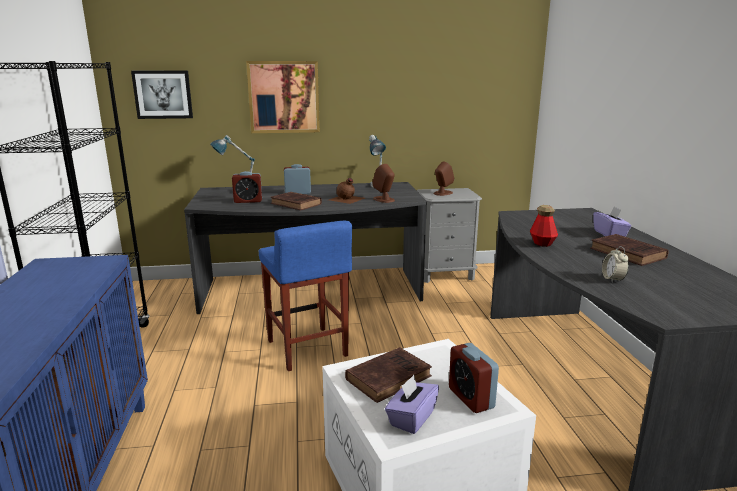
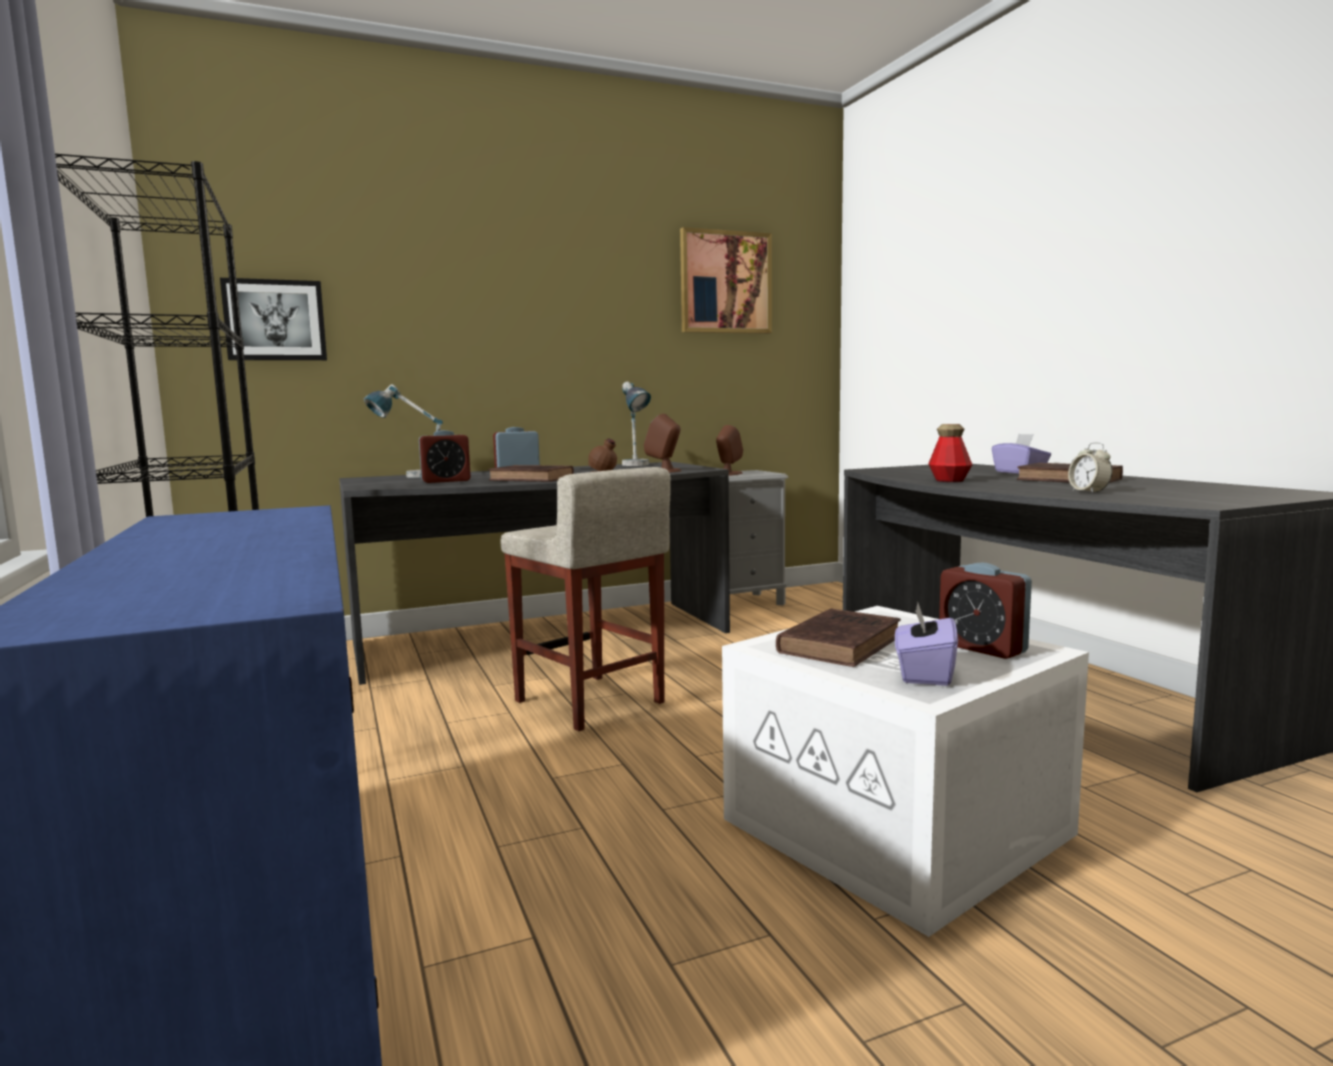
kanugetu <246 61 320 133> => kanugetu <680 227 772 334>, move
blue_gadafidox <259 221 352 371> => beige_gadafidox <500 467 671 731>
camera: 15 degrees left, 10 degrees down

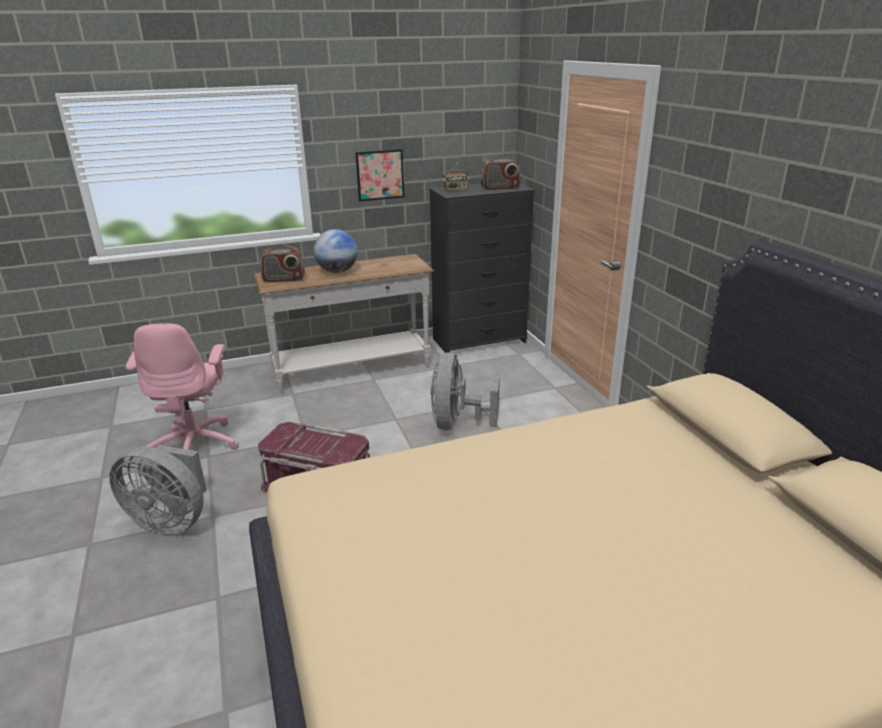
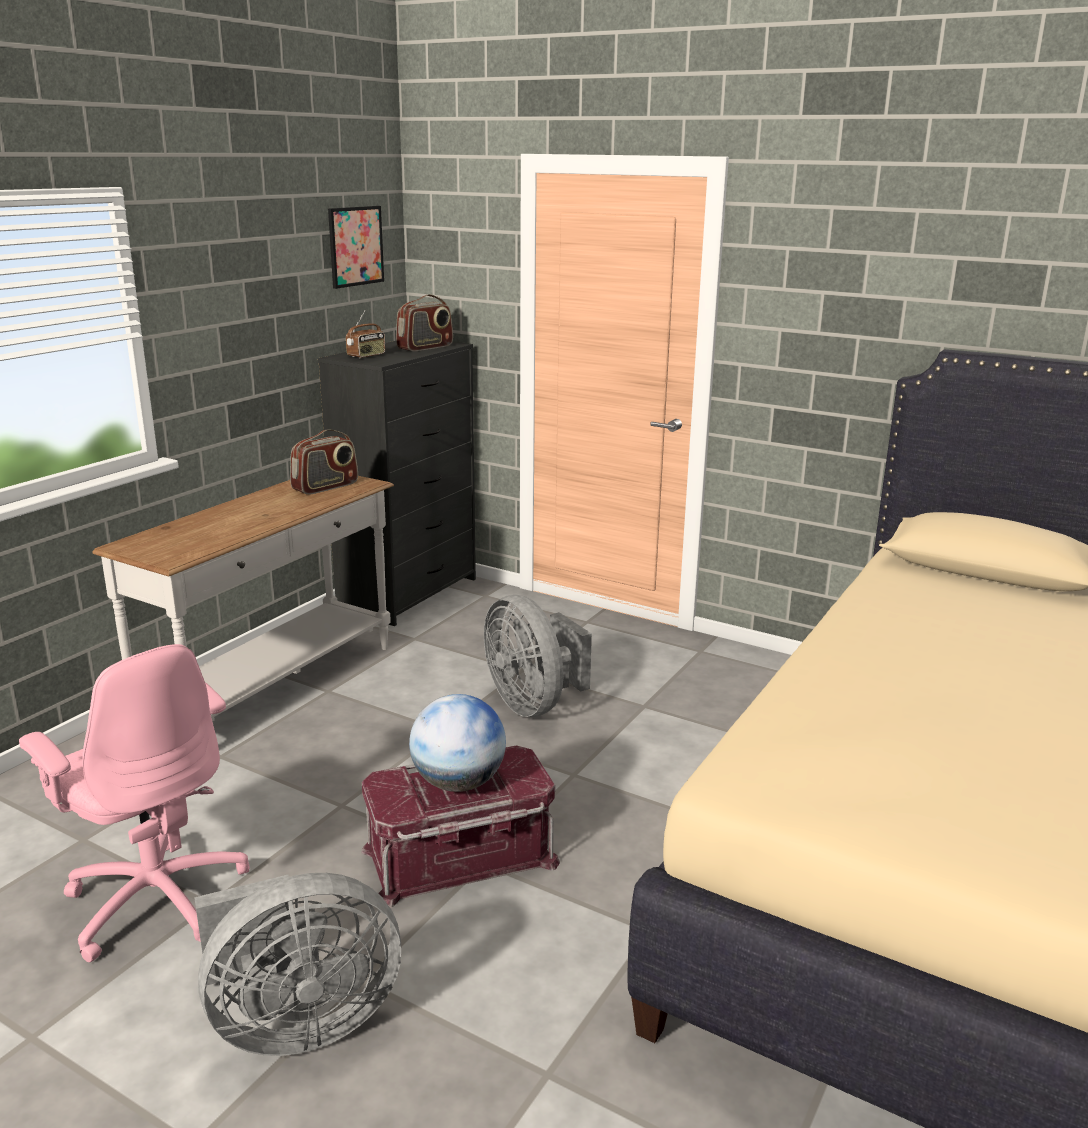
kanugetu <355 149 404 202> => kanugetu <328 206 384 289>, move
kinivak <314 229 357 273> => kinivak <409 694 506 792>, move
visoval <260 245 305 283> => visoval <290 429 358 495>, move
camera: 40 degrees left, 5 degrees down

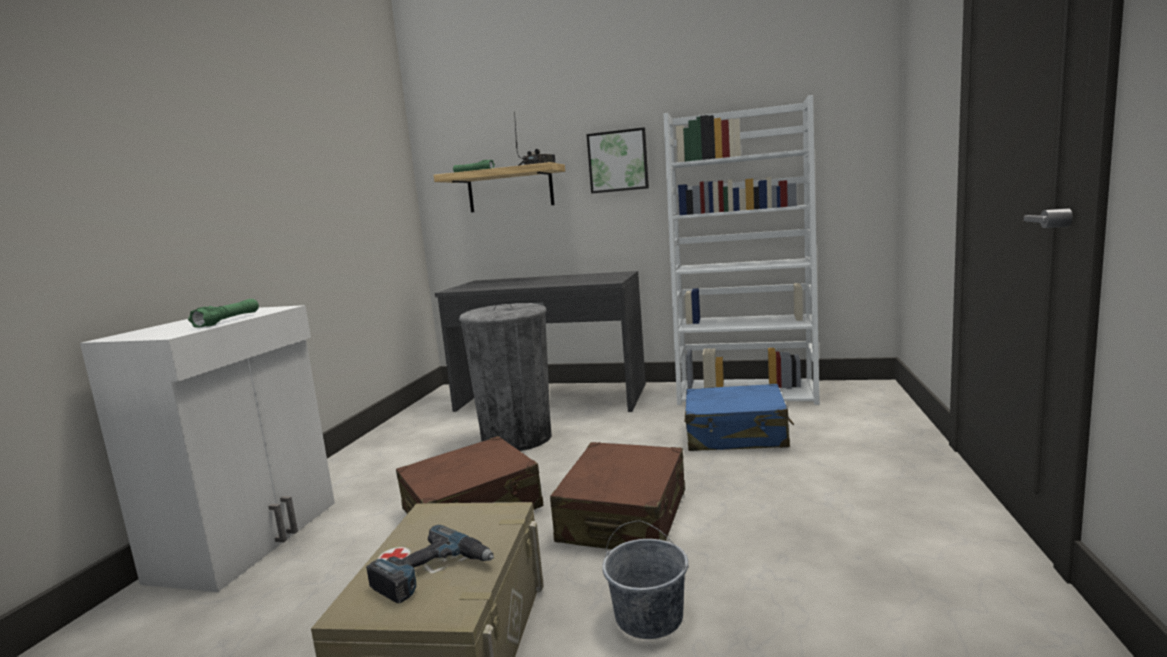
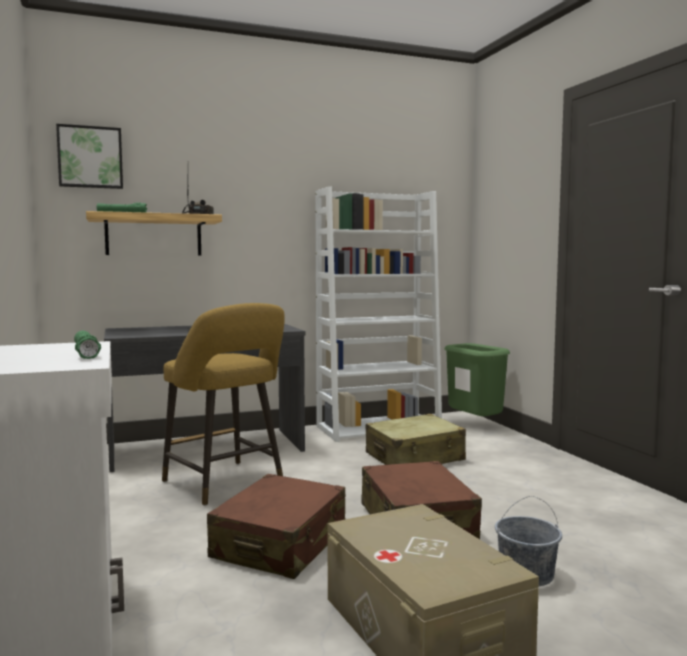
kanugetu <586 127 649 193> => kanugetu <56 124 123 189>, move
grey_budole <459 303 552 451> => yellow_gadafidox <162 303 285 506>
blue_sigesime <685 384 794 451> => beige_sigesime <366 414 466 465>
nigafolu <366 525 494 604> => nothing
nothing => green_budole <444 343 510 416>
camera: 35 degrees left, 5 degrees down

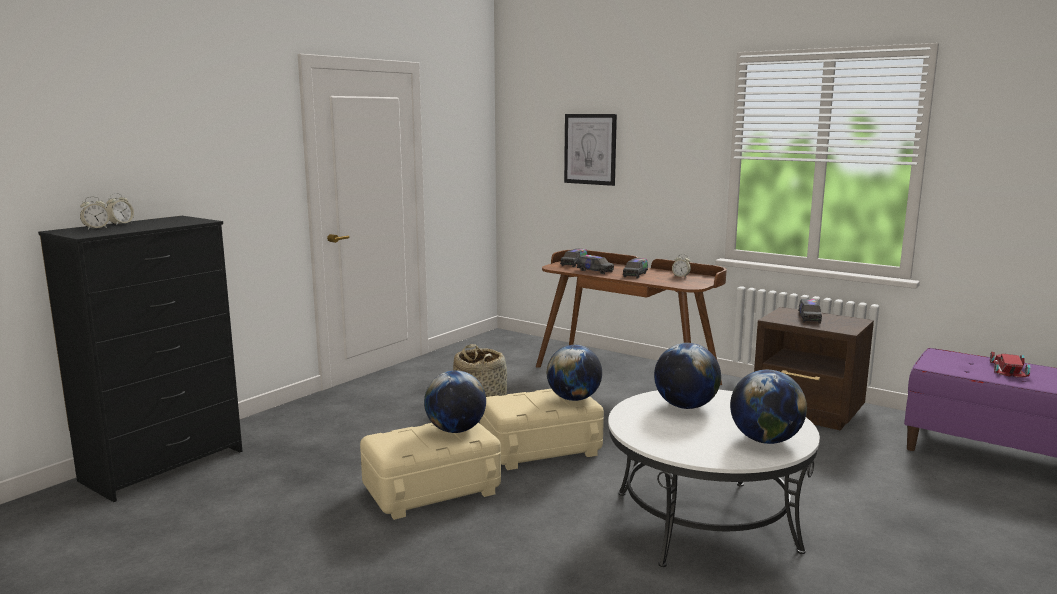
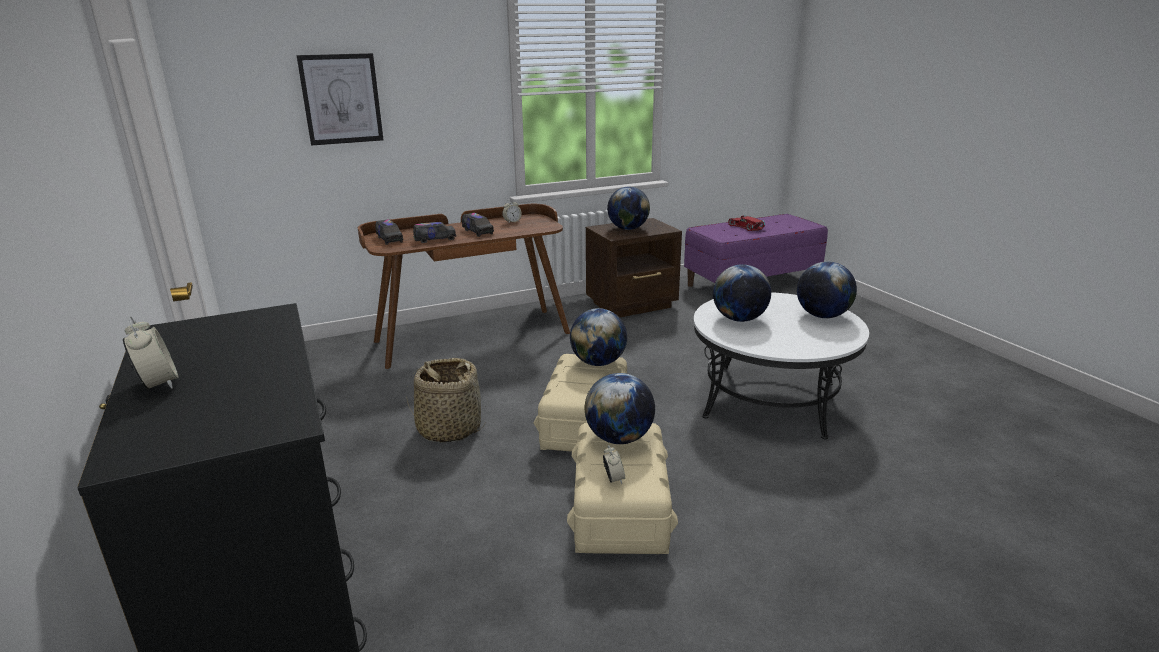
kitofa <80 196 110 230> => kitofa <603 445 625 484>, move
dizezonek <798 299 822 324> => kinivak <607 187 650 230>
camera: 60 degrees left, 10 degrees up

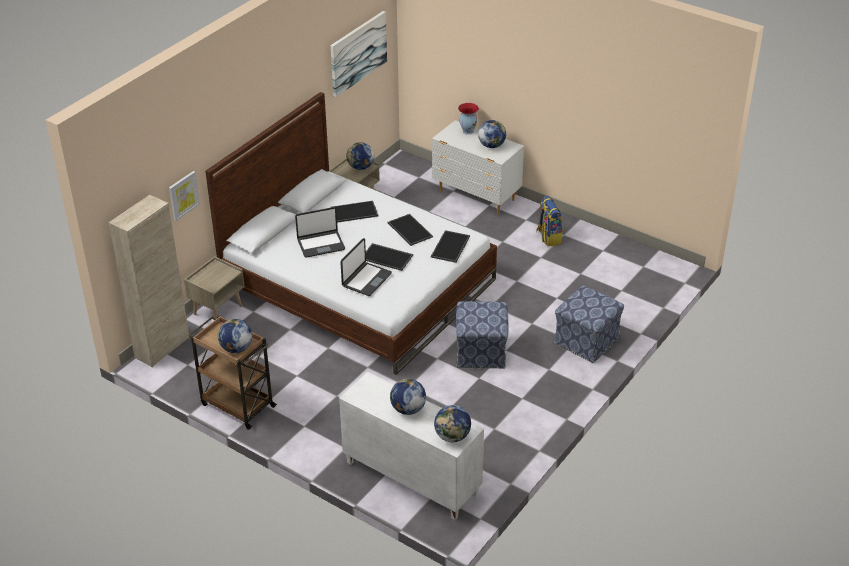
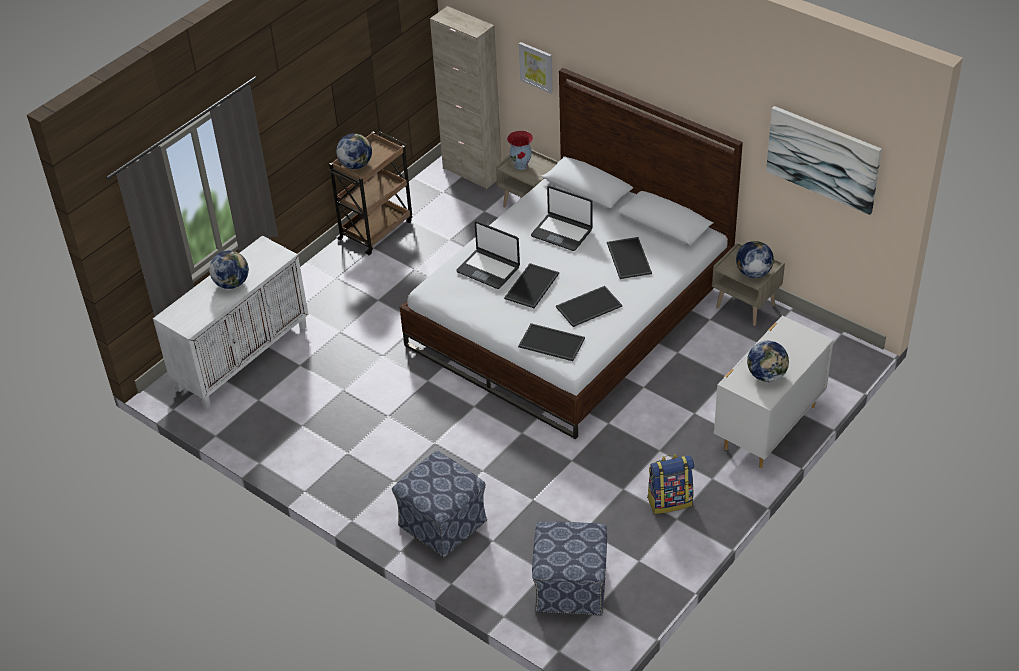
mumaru <458 103 479 135> => mumaru <507 131 533 170>, move
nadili <295 207 345 258> => nadili <531 186 593 251>, 45 degrees counterclockwise
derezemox <456 301 508 368> => derezemox <532 521 607 615>, move
kinivak <434 405 471 442> => nothing
camera: 95 degrees right, 5 degrees up

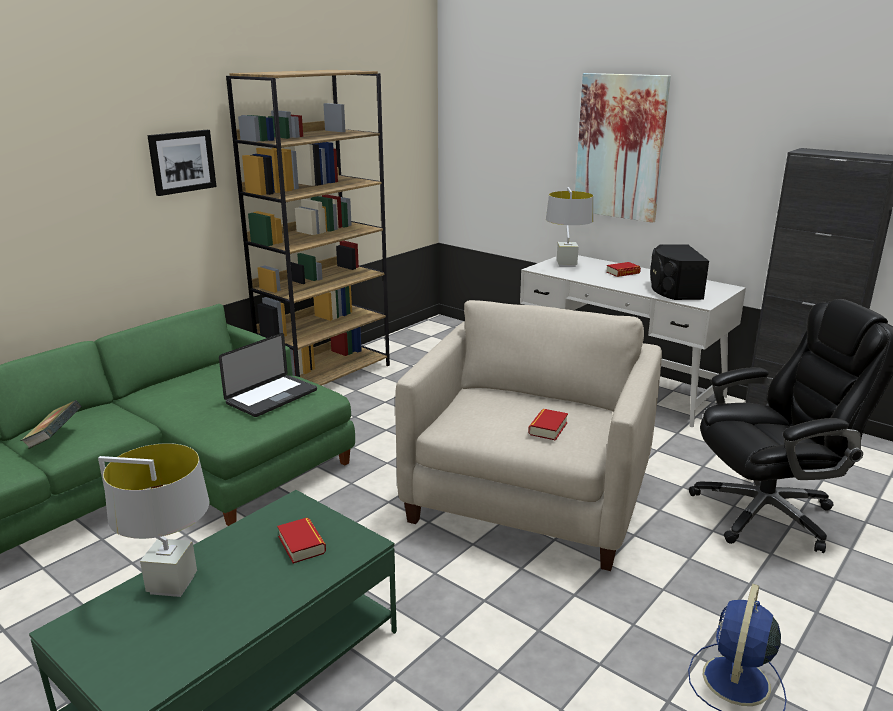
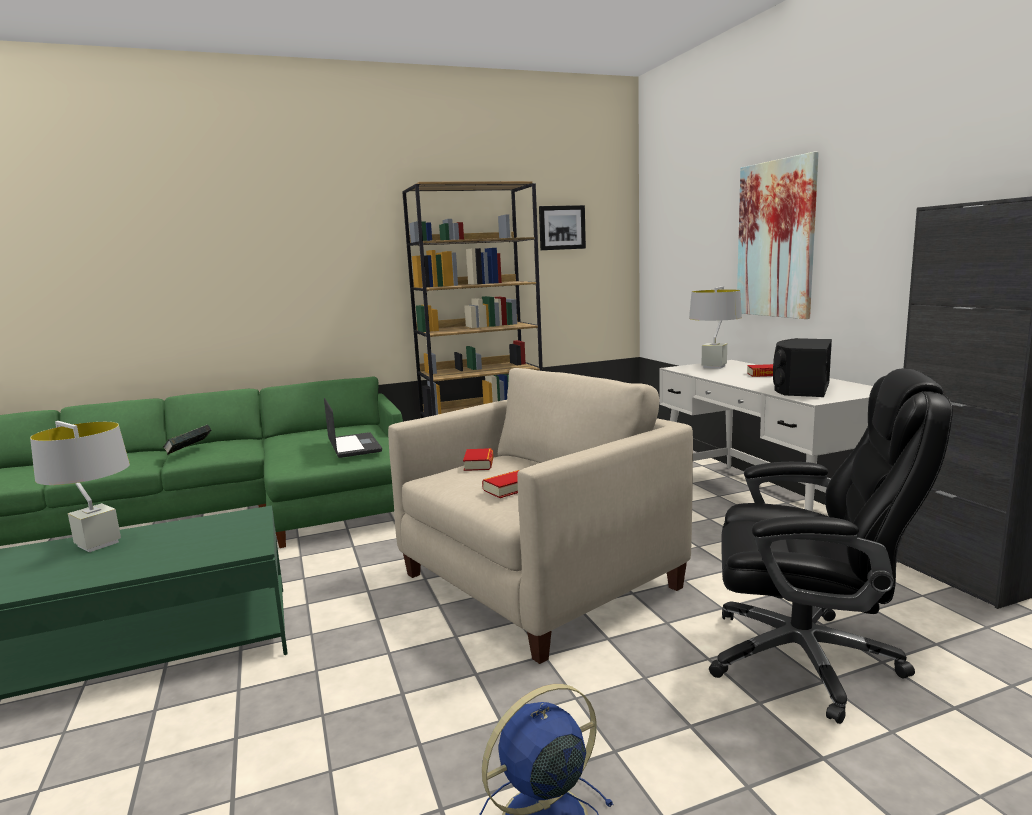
kanugetu <147 130 217 196> => kanugetu <539 205 586 250>, move
nadili <219 333 317 417> => nadili <324 398 382 458>, 90 degrees counterclockwise
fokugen <277 518 326 564> => fokugen <463 448 494 471>, move
camera: 30 degrees right, 10 degrees down

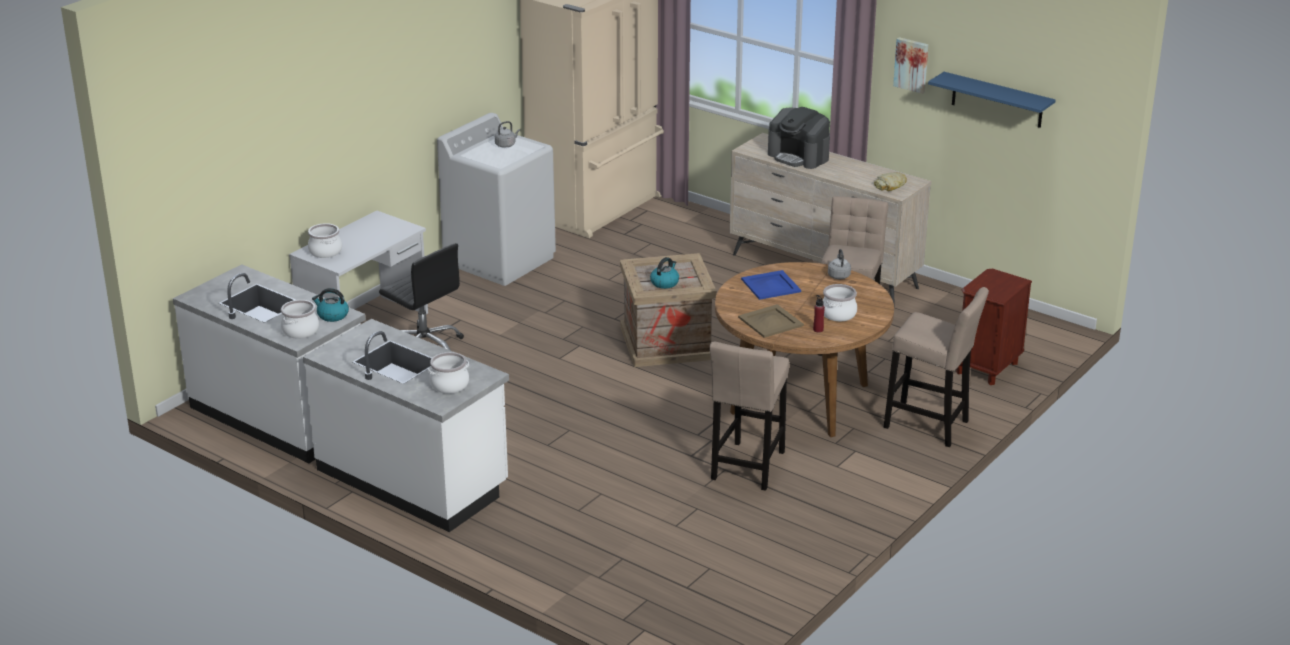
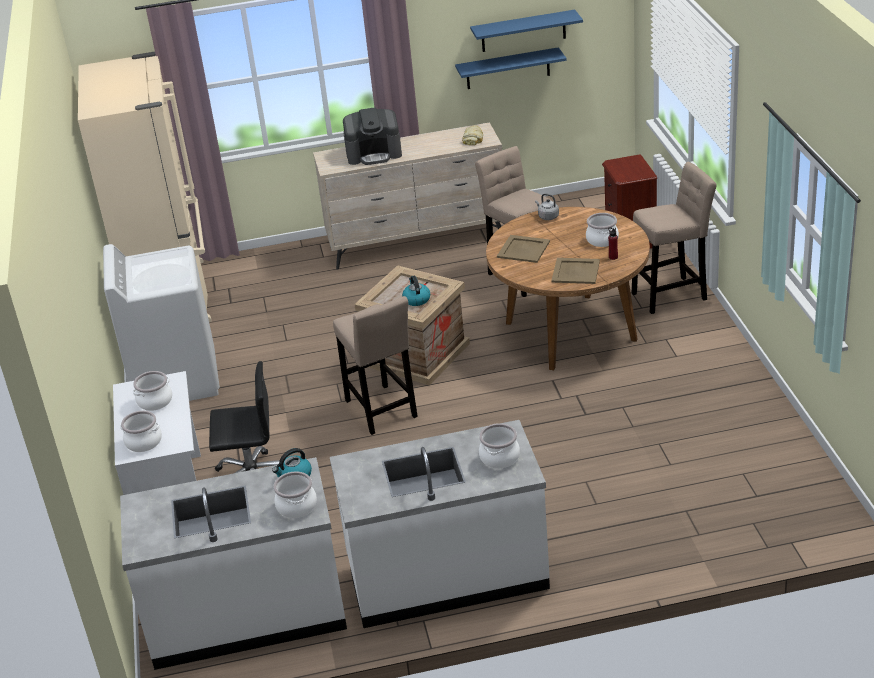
kanugetu <893 37 929 94> => nothing
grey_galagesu <495 121 520 147> => nothing
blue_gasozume <741 270 801 300> => beige_gasozume <497 235 550 263>
beige_gadafidox <710 341 789 491> => beige_gadafidox <333 296 418 435>, move
nothing => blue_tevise <455 47 567 89>
nothing => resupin <133 371 172 411>
camera: 45 degrees left, 5 degrees up

